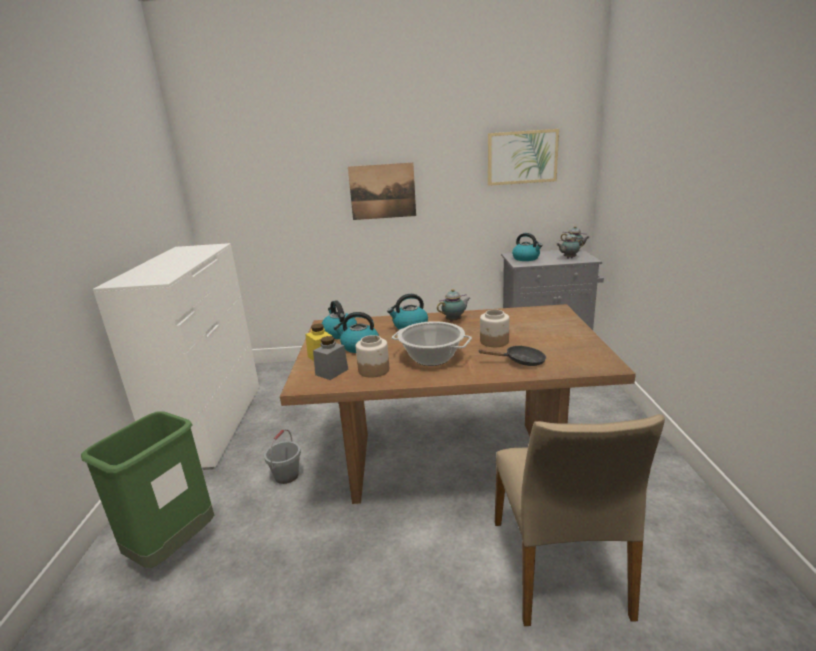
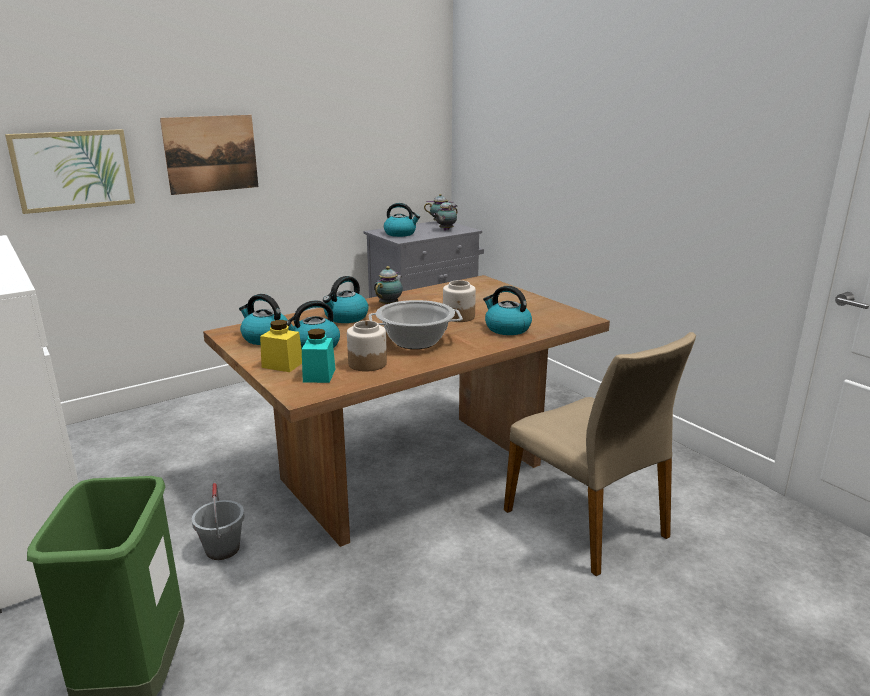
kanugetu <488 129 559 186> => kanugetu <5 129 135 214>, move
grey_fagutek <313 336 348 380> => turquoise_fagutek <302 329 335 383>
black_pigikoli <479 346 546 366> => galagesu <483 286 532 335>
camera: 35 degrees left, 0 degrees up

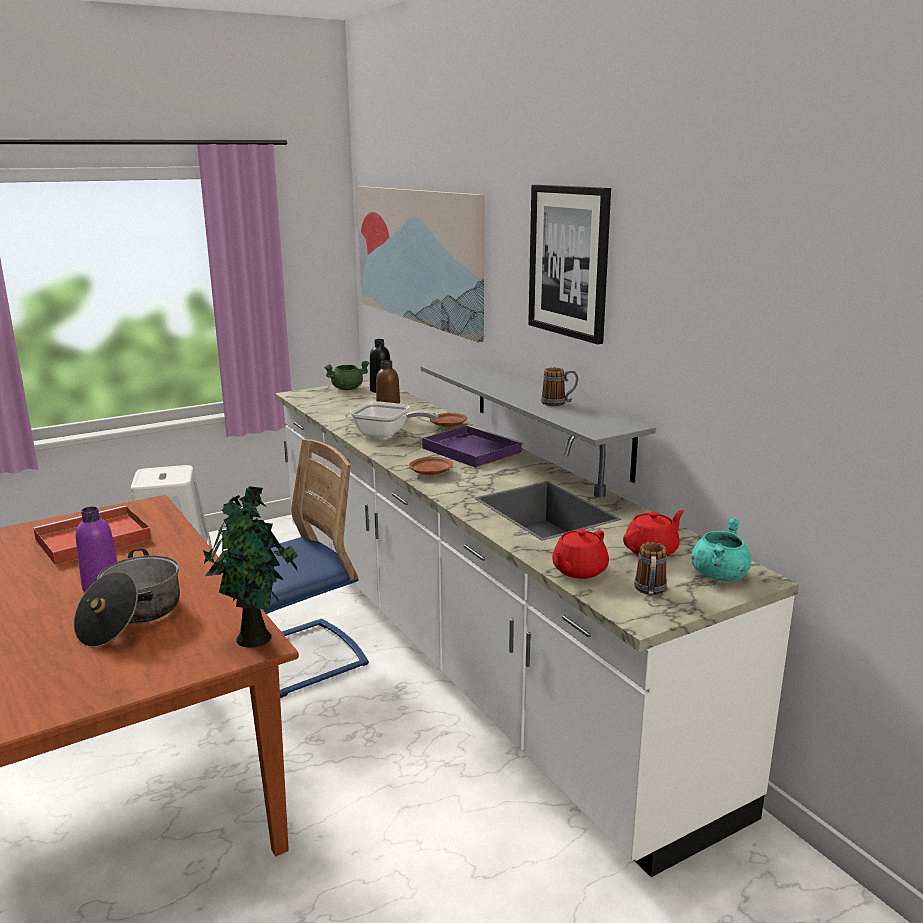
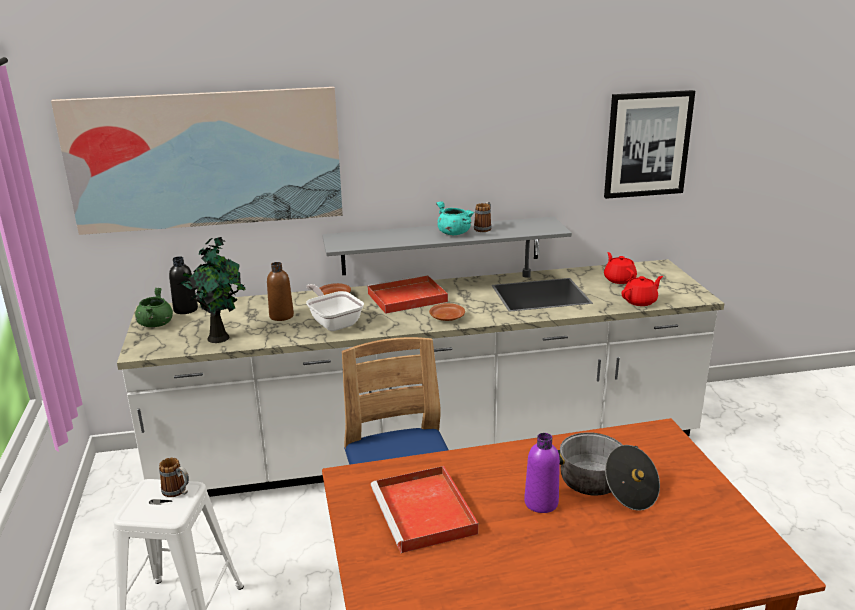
kanugetu <528 185 611 344> => kanugetu <604 90 695 199>, move
pigikoli <350 401 438 438> => pigikoli <306 284 364 331>, 75 degrees counterclockwise
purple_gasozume <422 425 523 468> => red_gasozume <367 275 448 314>
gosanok <203 486 298 648> => gosanok <177 237 246 343>, move
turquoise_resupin <691 518 751 581> => turquoise_resupin <436 201 474 235>, move
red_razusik <552 529 609 579> => red_razusik <621 276 663 306>, 90 degrees counterclockwise
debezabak <634 542 667 596> => debezabak <159 457 189 497>, move
camera: 70 degrees left, 5 degrees up

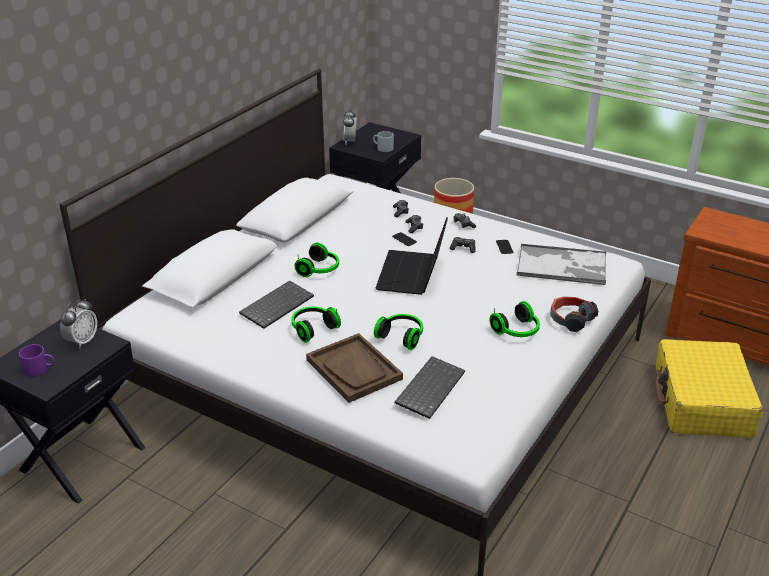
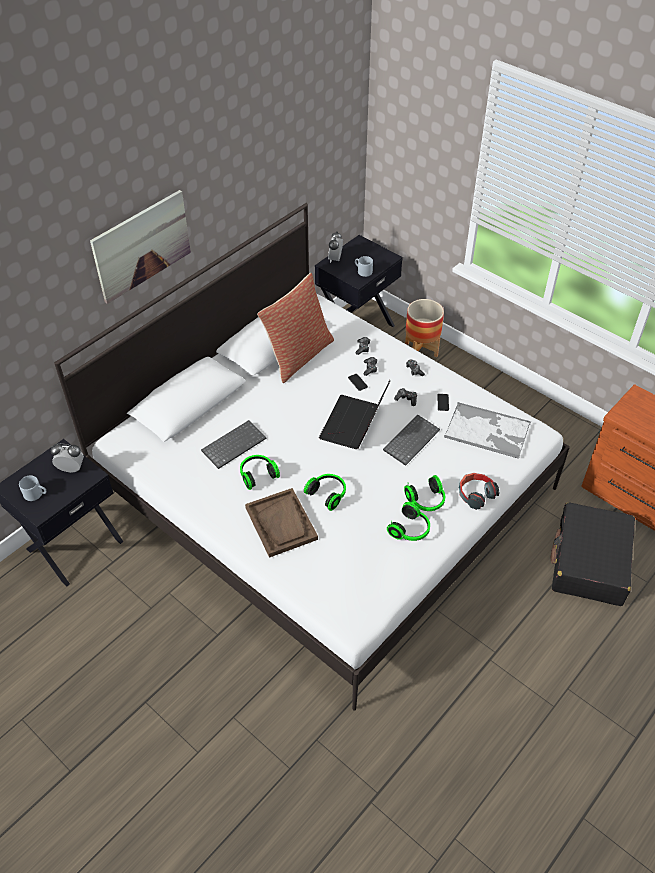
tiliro <294 243 339 277> => tiliro <387 502 430 541>, move
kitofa <60 298 97 348> => kitofa <51 443 84 472>, 120 degrees counterclockwise
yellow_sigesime <656 339 763 438> => black_sigesime <550 502 635 606>
purple_debezabak <19 344 55 377> => grey_debezabak <19 475 47 501>
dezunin <395 356 465 419> => dezunin <383 414 440 466>, move
nothing => kanugetu <90 190 191 304>
nothing => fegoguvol <257 273 334 383>
camera: 10 degrees right, 15 degrees up

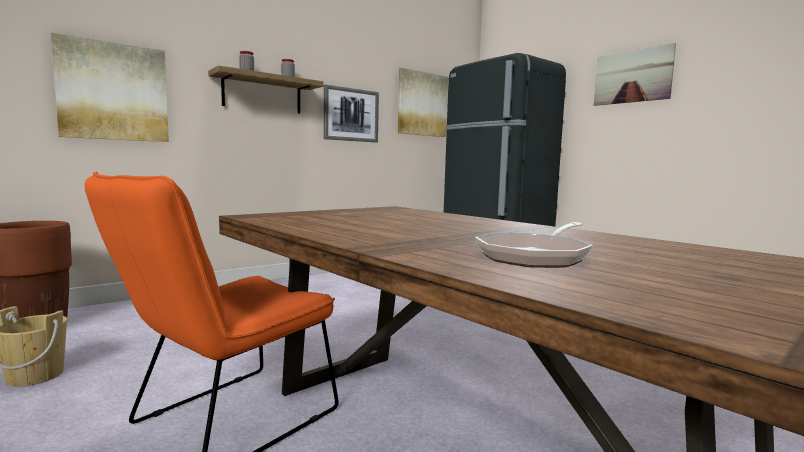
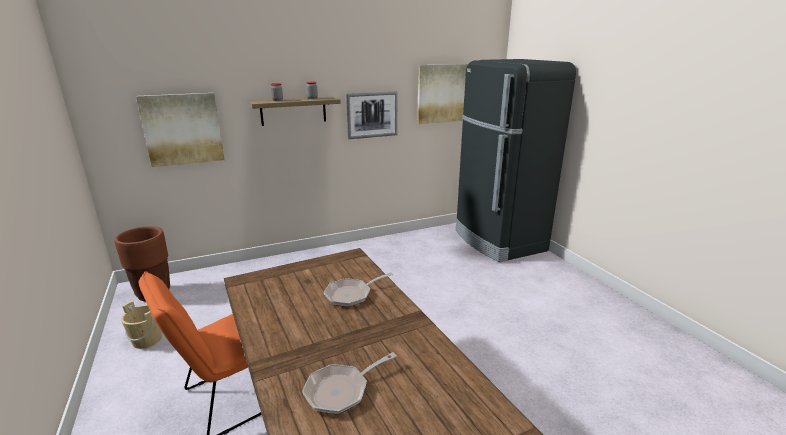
kanugetu <594 43 676 106> => nothing
nothing => pigikoli <324 272 393 307>
camera: 15 degrees right, 15 degrees up

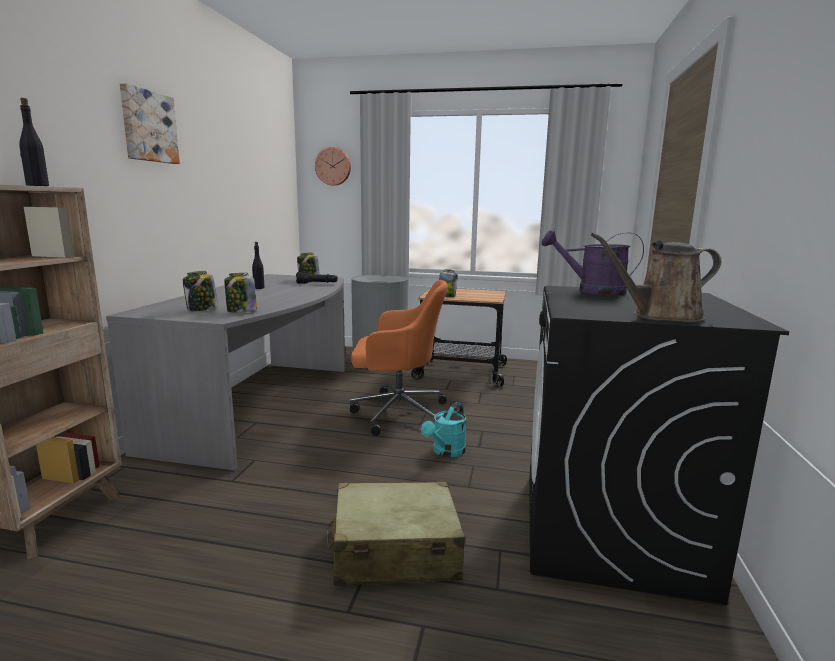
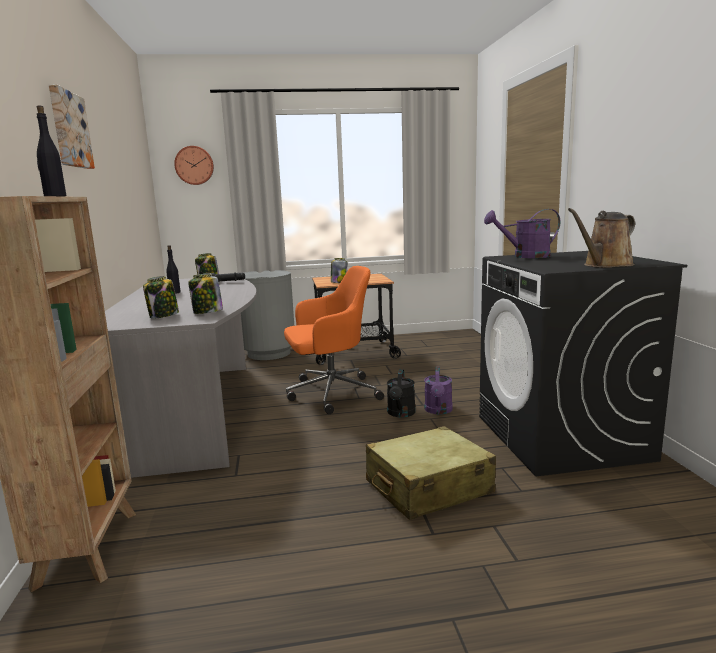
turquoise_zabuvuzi <421 402 466 457> => black_zabuvuzi <387 369 416 417>
nothing => purple_zabuvuzi <424 367 453 414>
camera: 20 degrees left, 0 degrees up

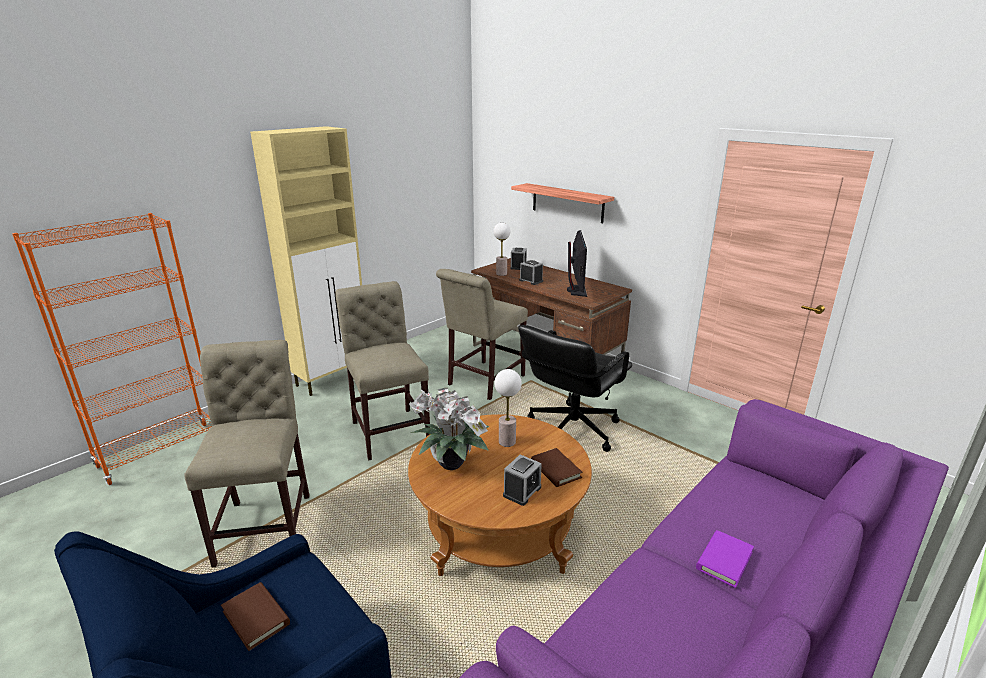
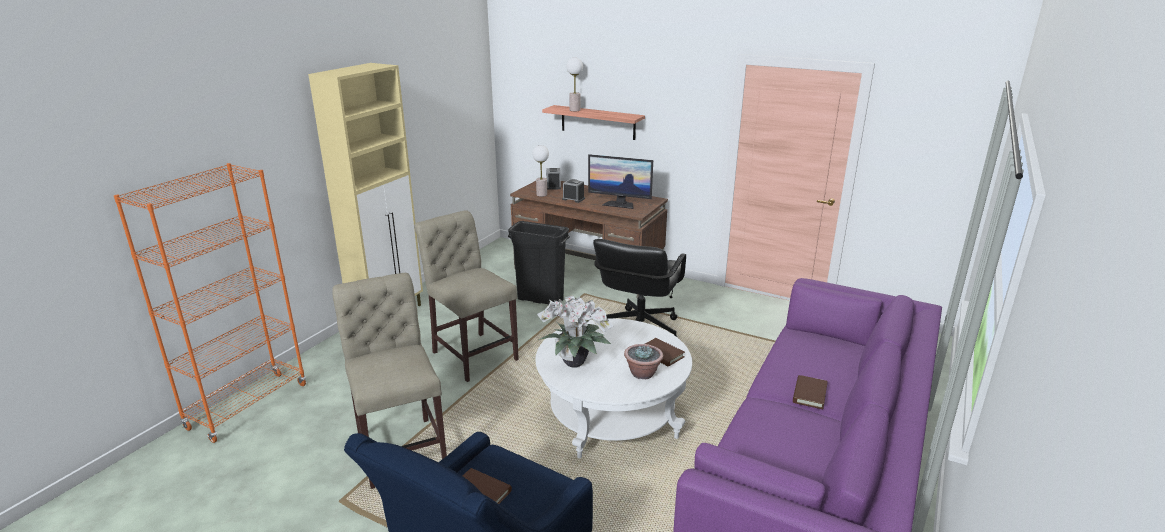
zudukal <567 230 587 297> => zudukal <588 154 653 209>, 120 degrees clockwise
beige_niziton <436 269 528 400> => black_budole <508 221 570 304>
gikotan <494 369 522 447> => gikotan <566 57 583 111>, move
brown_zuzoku <408 414 592 576> => white_zuzoku <535 318 692 458>
kitofa <503 455 542 506> => gosanok <624 344 663 379>
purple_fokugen <696 530 754 588> => brown_fokugen <793 375 828 409>
camera: 15 degrees left, 0 degrees up

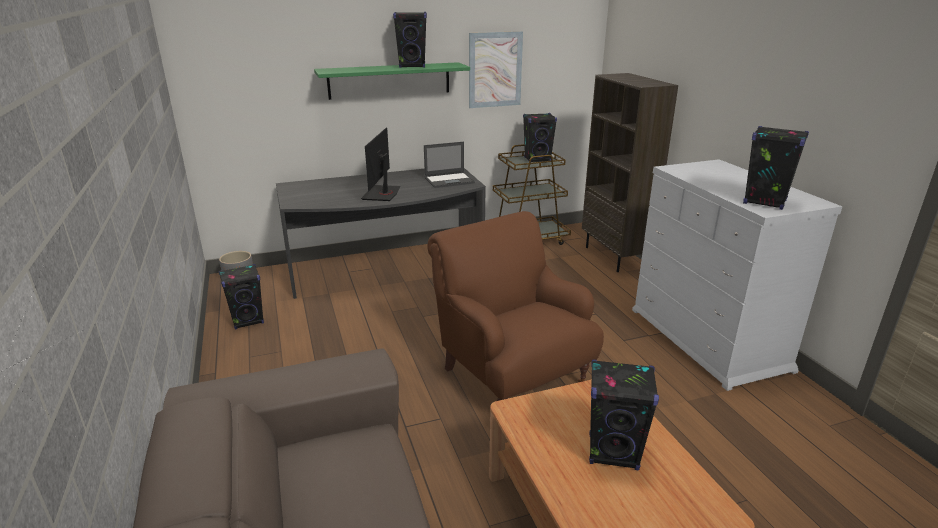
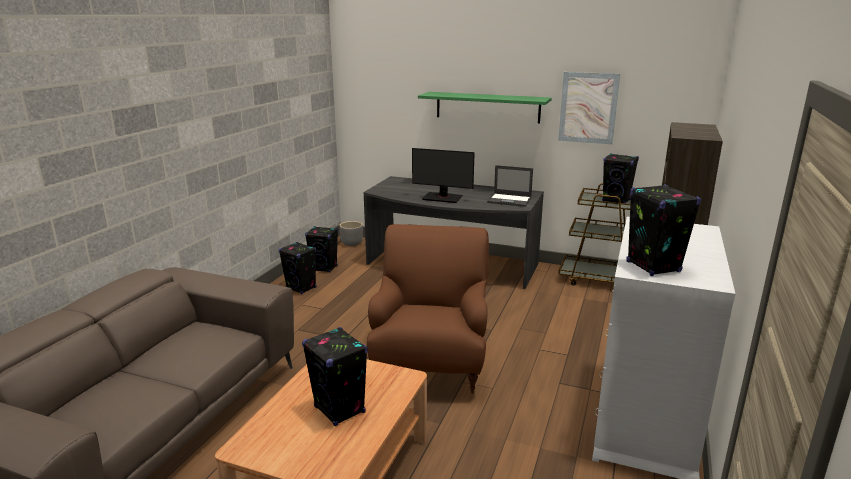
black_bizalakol <393 12 427 68> => black_bizalakol <279 242 317 294>, move
zudukal <361 128 400 201> => zudukal <412 148 475 203>, 120 degrees counterclockwise
camera: 40 degrees right, 5 degrees down

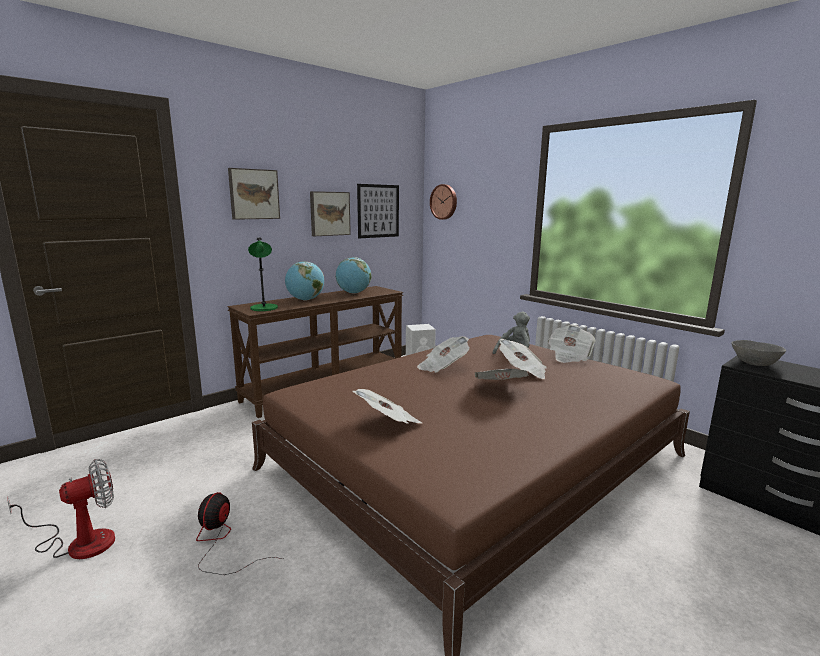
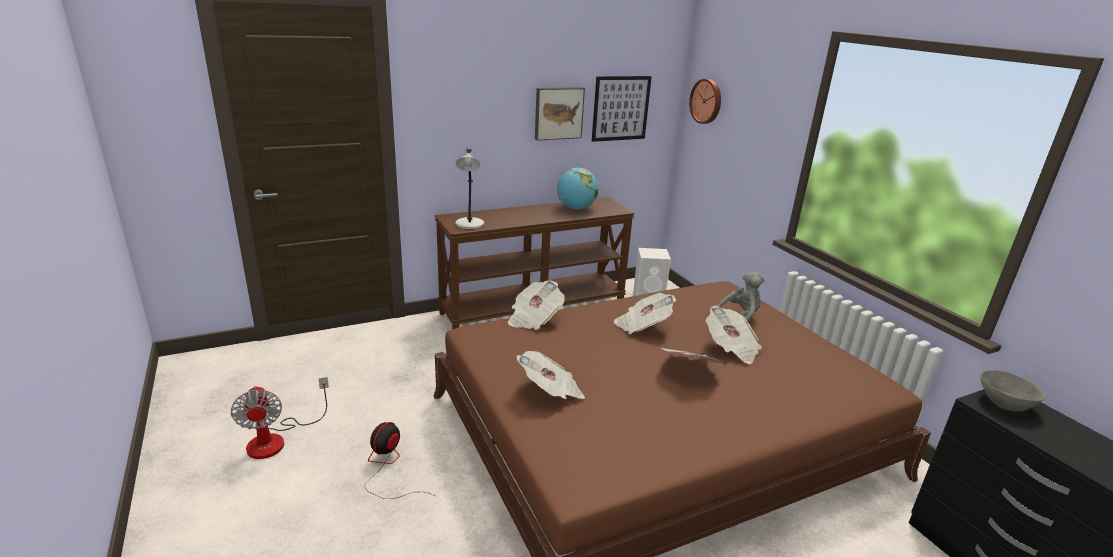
kanugetu <228 168 280 220> => nothing
green_gikotan <248 238 278 311> => grey_gikotan <455 149 484 229>
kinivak <285 262 324 301> => nothing
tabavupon <548 325 596 363> => tabavupon <508 280 565 330>, move
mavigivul <8 459 115 559> => mavigivul <231 377 329 459>, 90 degrees clockwise
camera: 15 degrees right, 10 degrees up

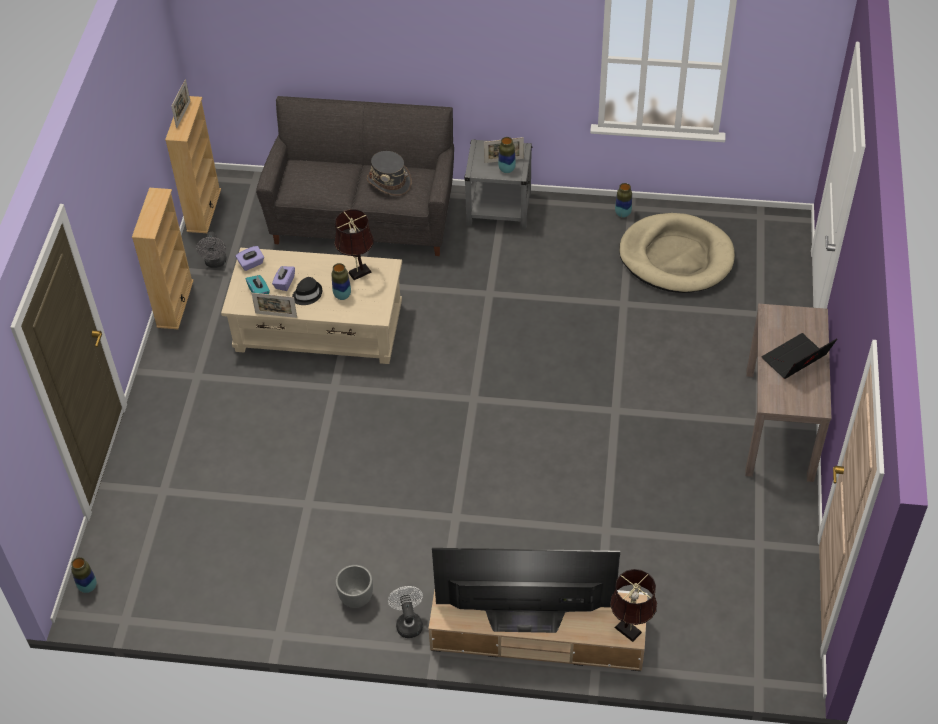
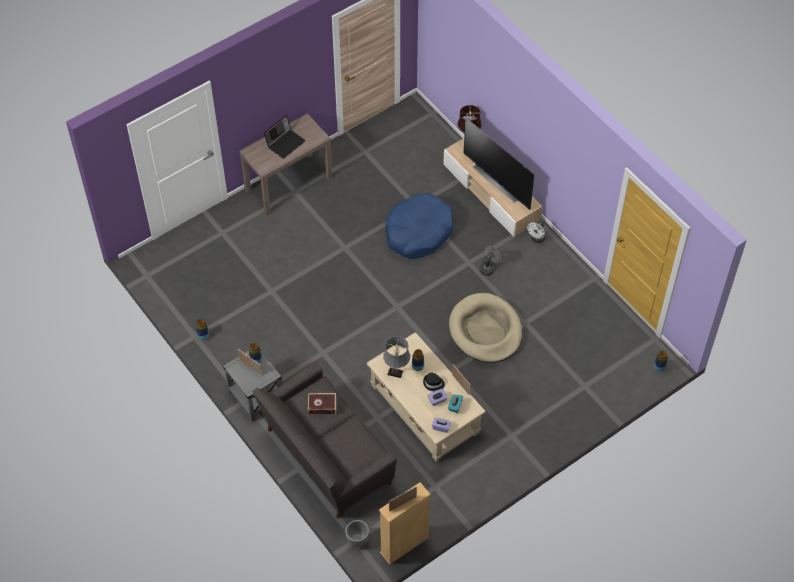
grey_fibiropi <367 151 411 196> => fokugen <308 393 336 414>
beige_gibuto <132 188 194 329> => nothing
brown_gikotan <334 209 374 280> => grey_gikotan <383 336 410 378>
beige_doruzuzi <619 213 735 293> => beige_doruzuzi <449 293 522 363>, move
grey_mavigivul <196 232 227 268> => grey_mavigivul <479 246 501 276>, move
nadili <762 333 837 379> => nadili <264 115 305 159>, 60 degrees counterclockwise
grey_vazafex <335 565 373 608> => grey_vazafex <345 520 369 547>, move
nothing => blue_doruzuzi <385 193 453 259>
camera: 135 degrees left, 5 degrees up

